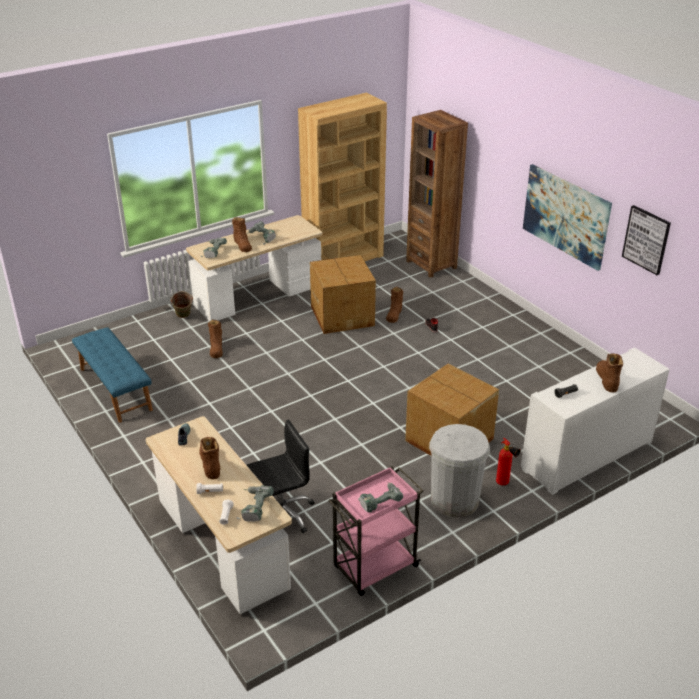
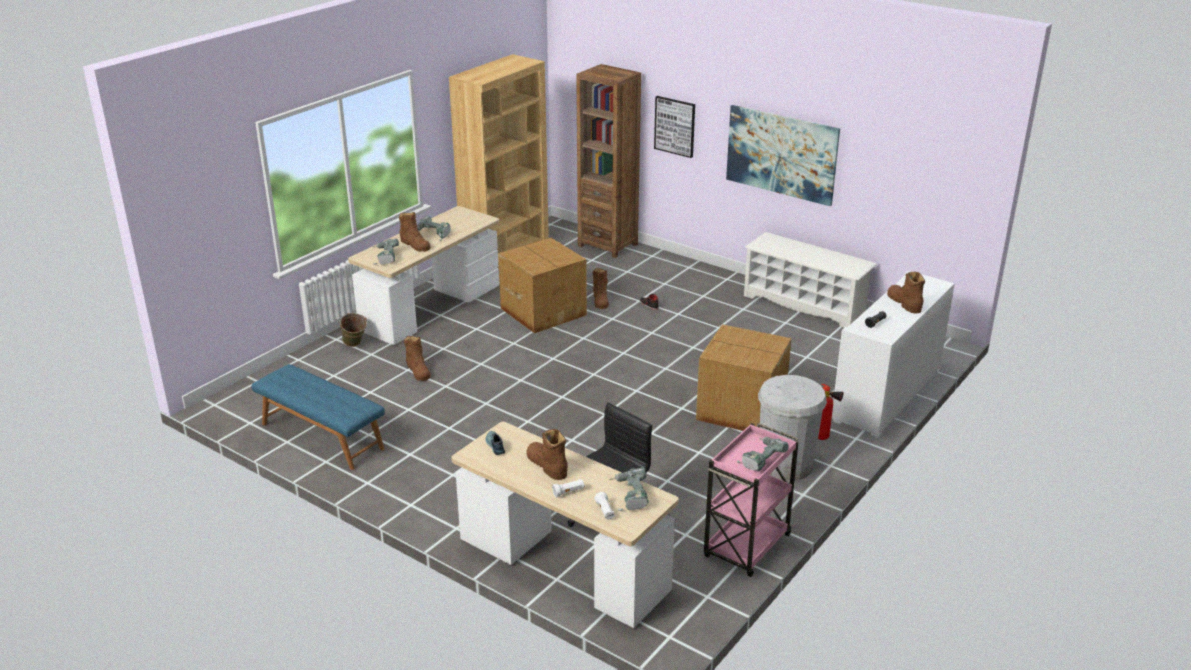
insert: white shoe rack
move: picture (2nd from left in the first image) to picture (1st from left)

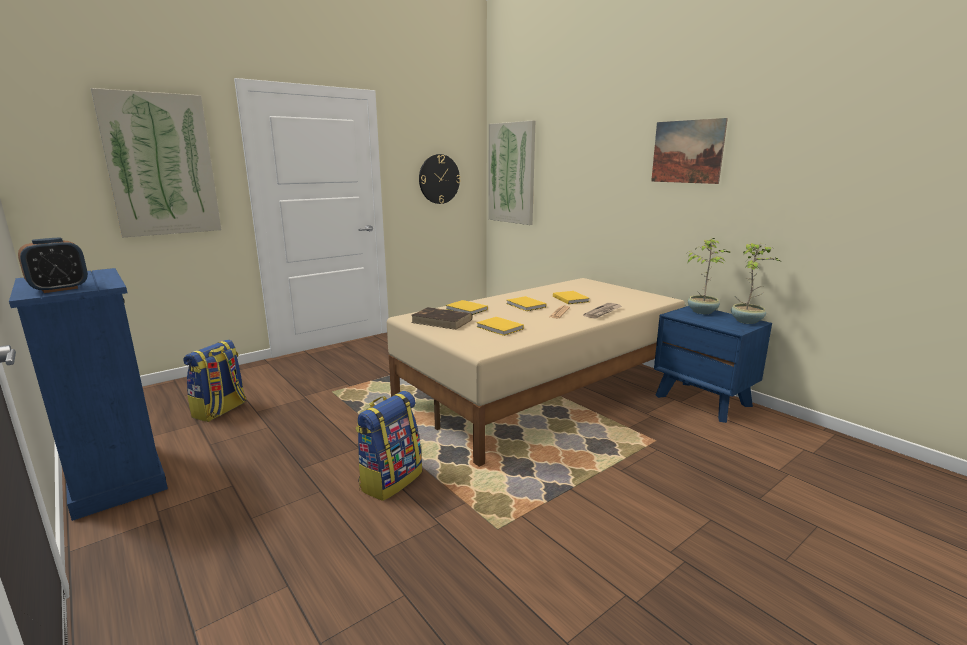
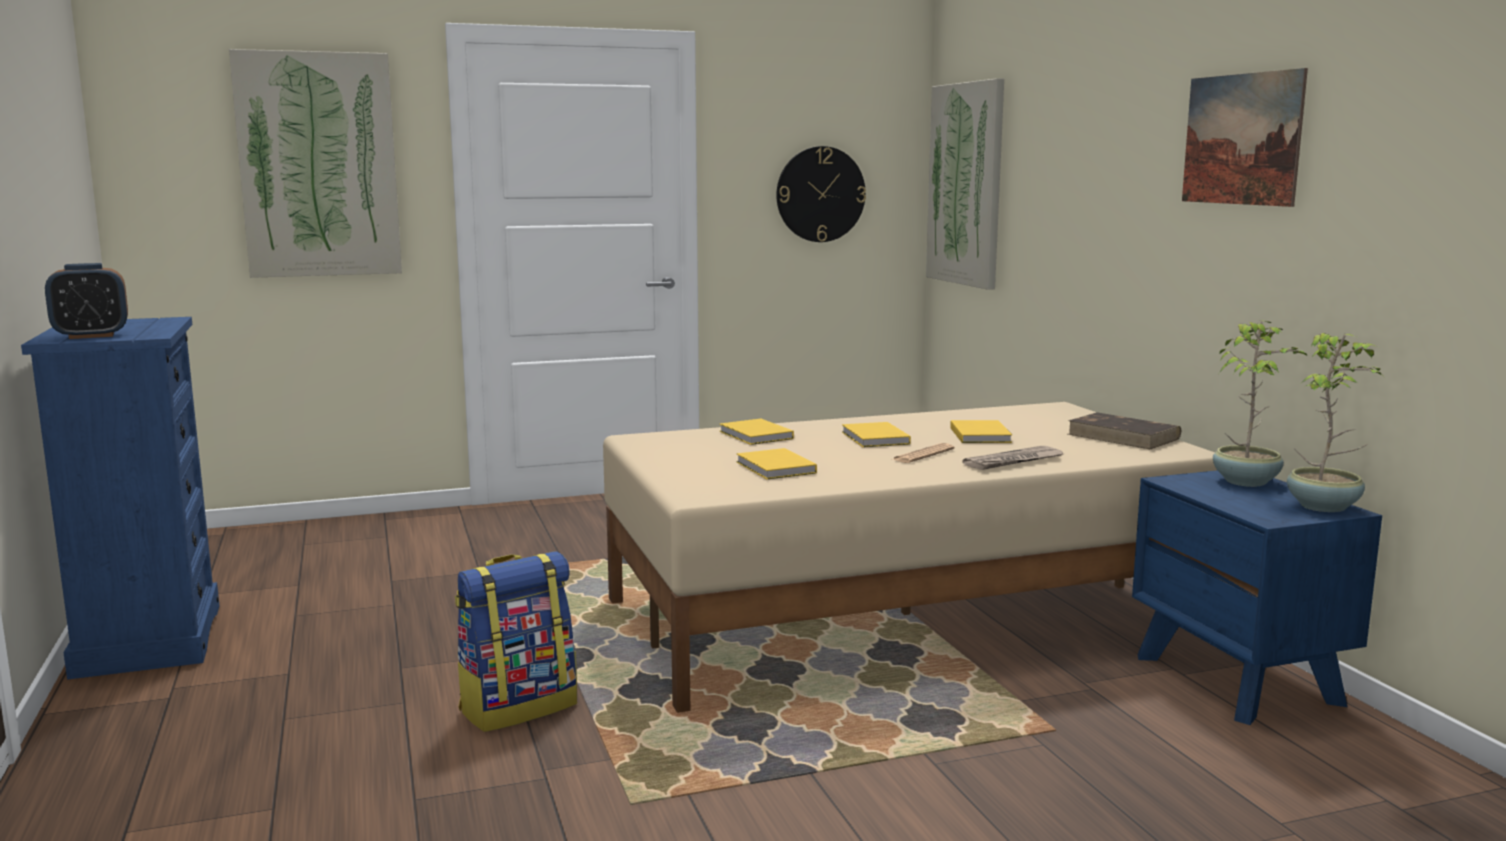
delete: backpack (1st from left)
move: brown book

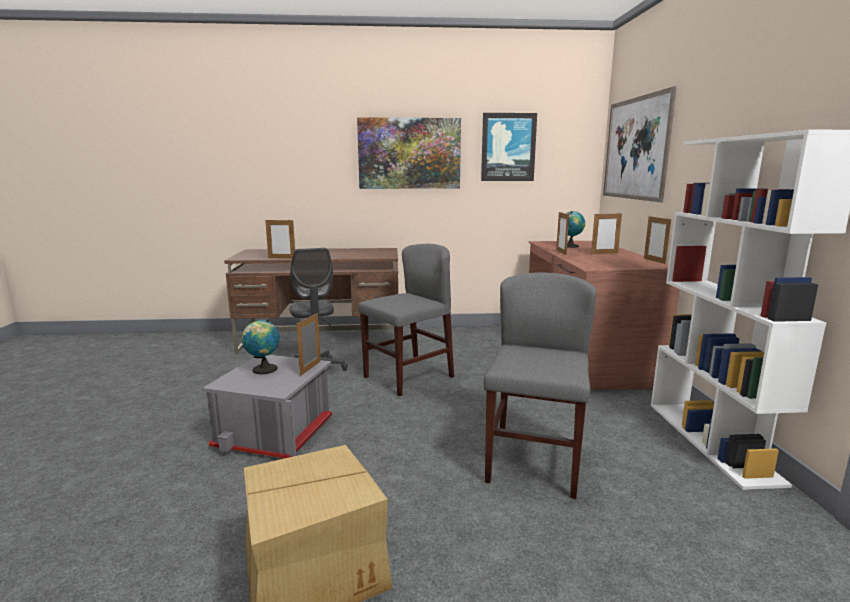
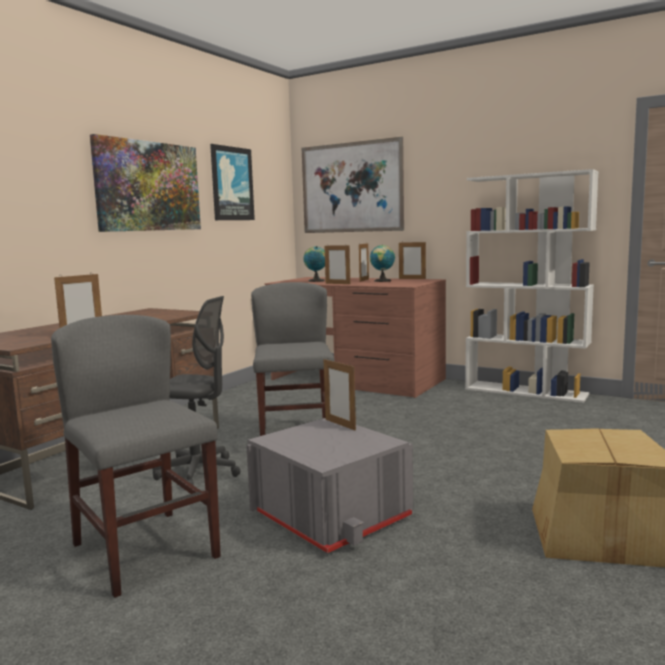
move: globe (1st from left in the first image) to globe (2nd from left); grey chair (2nd from left in the first image) to grey chair (1st from left)

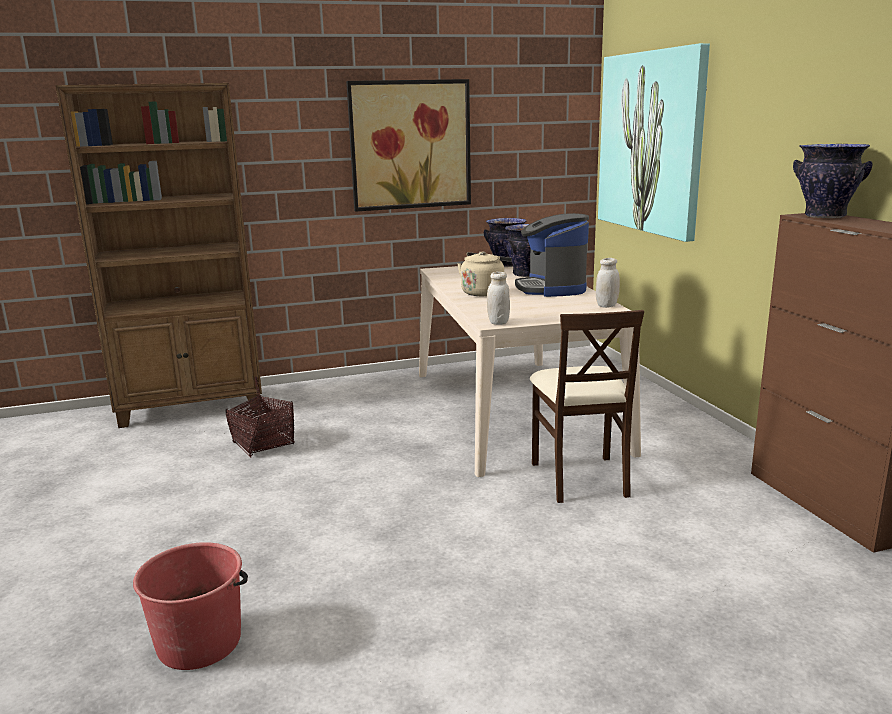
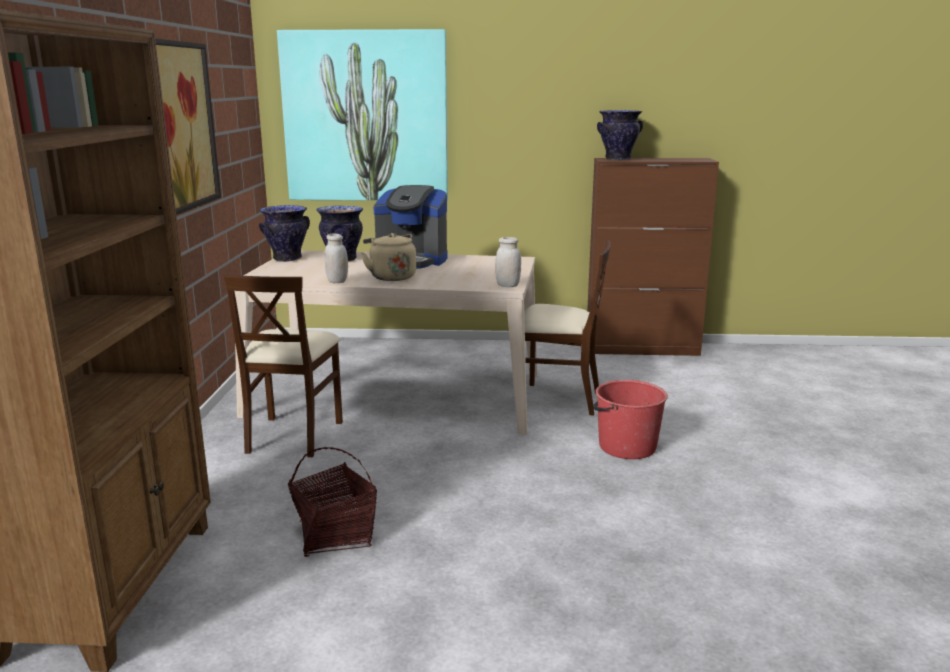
insert: beige chair (1st from left)
move: red bucket; white jar (2nd from left in the first image) to white jar (1st from left)

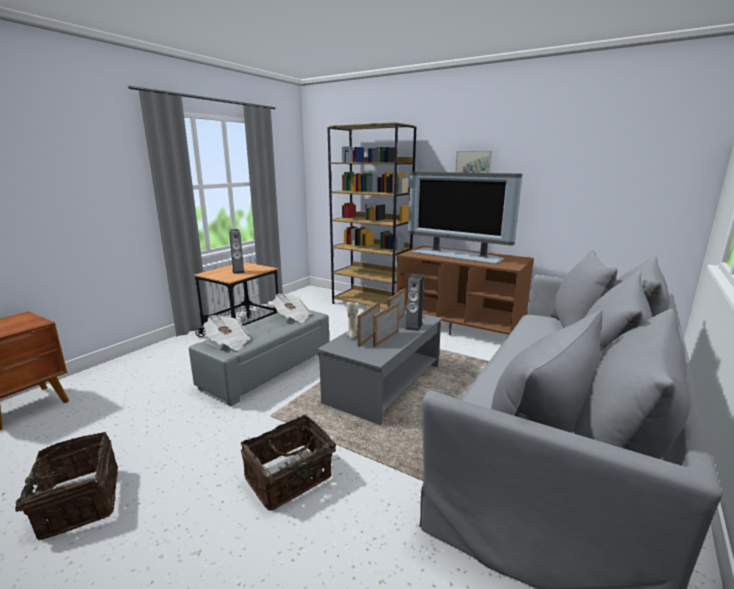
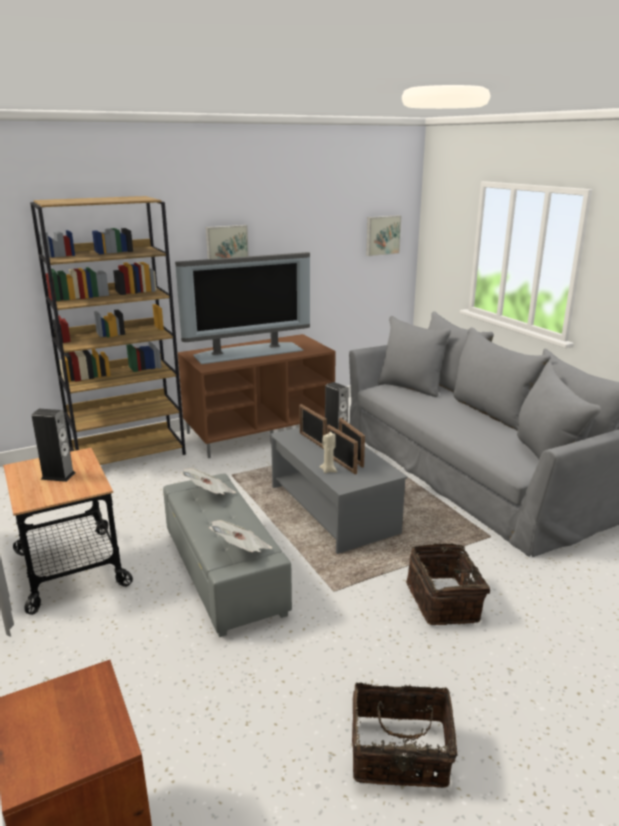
insert: picture (2nd from left)

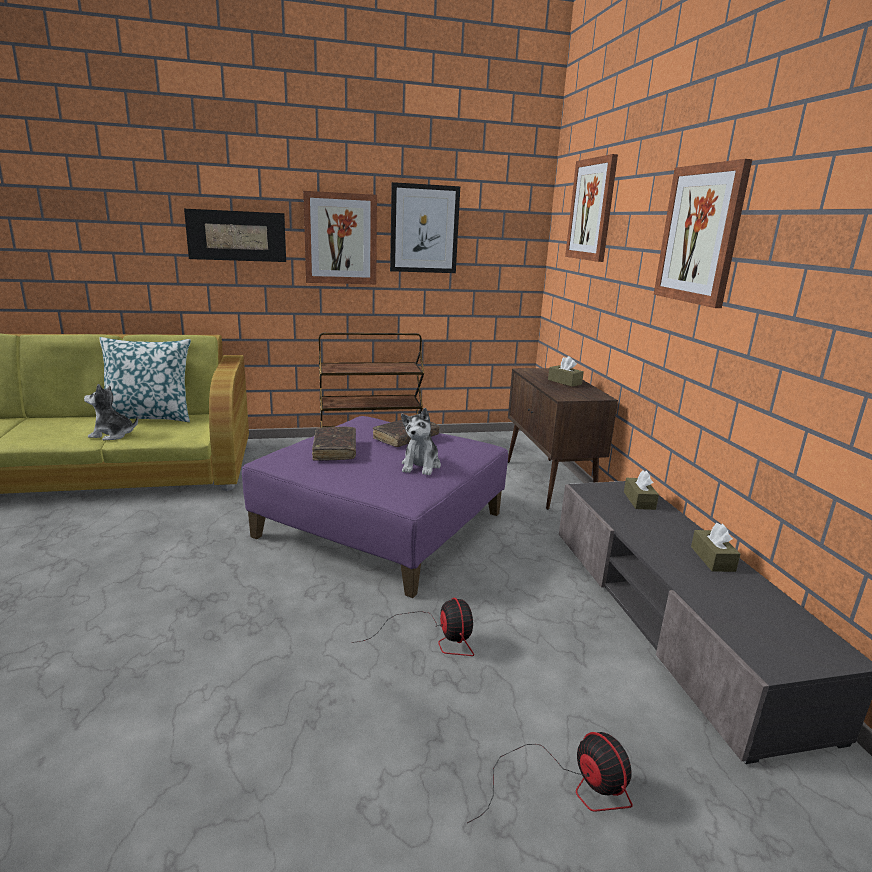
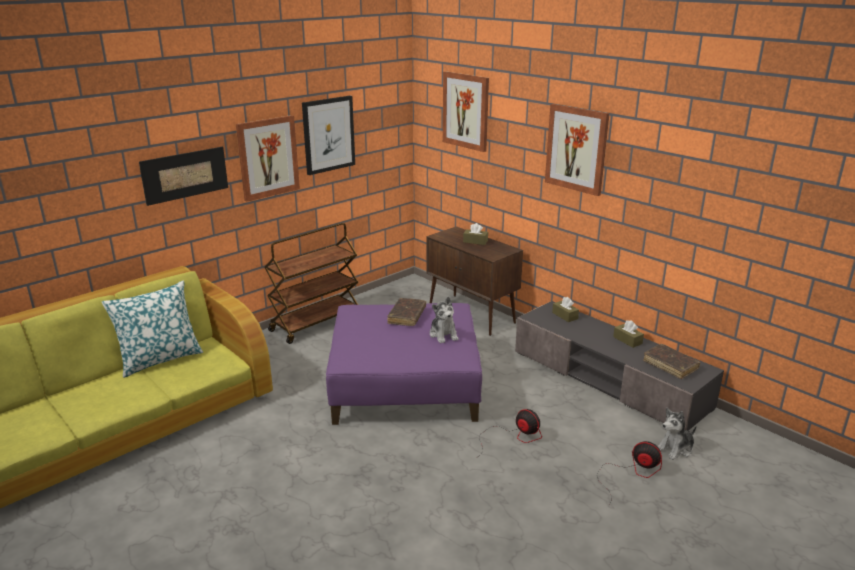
move: plush toy (1st from left in the first image) to plush toy (2nd from left); brown book (1st from left in the first image) to brown book (2nd from left)

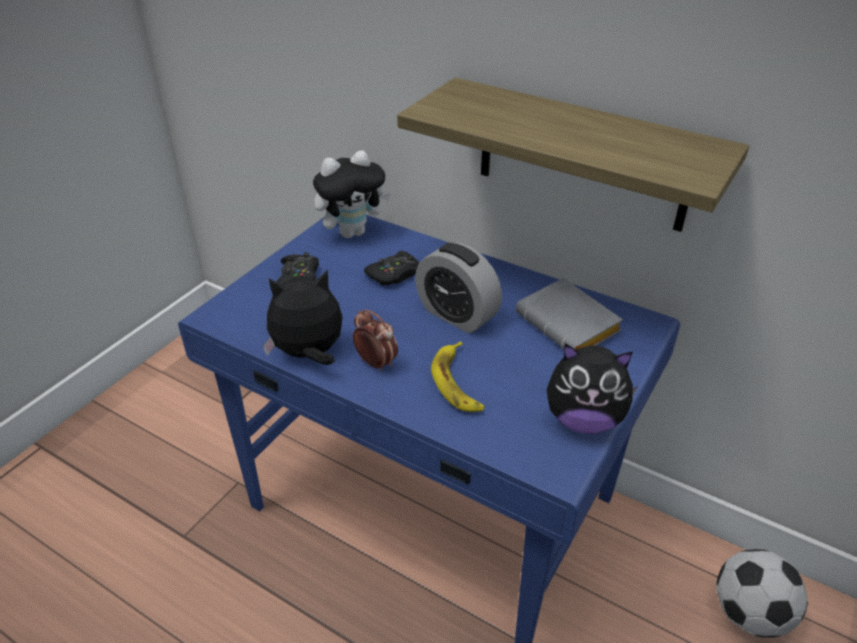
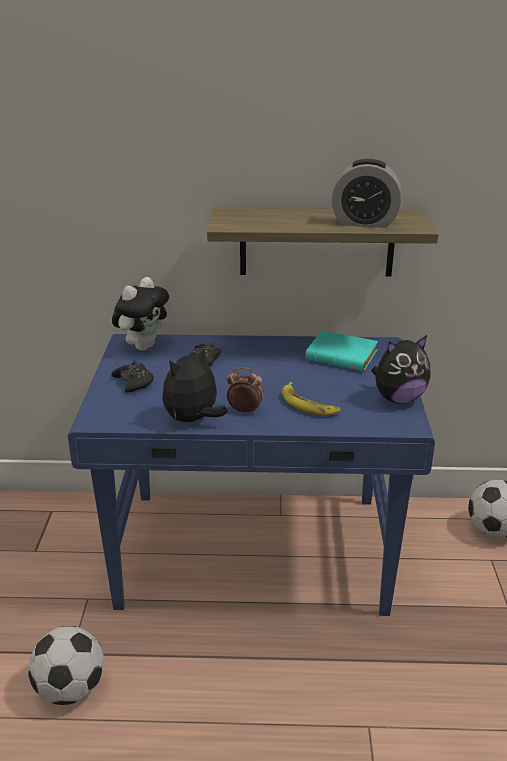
insert: football (1st from left)
move: alarm clock (2nd from left)
recolor: grey book to turquoise book

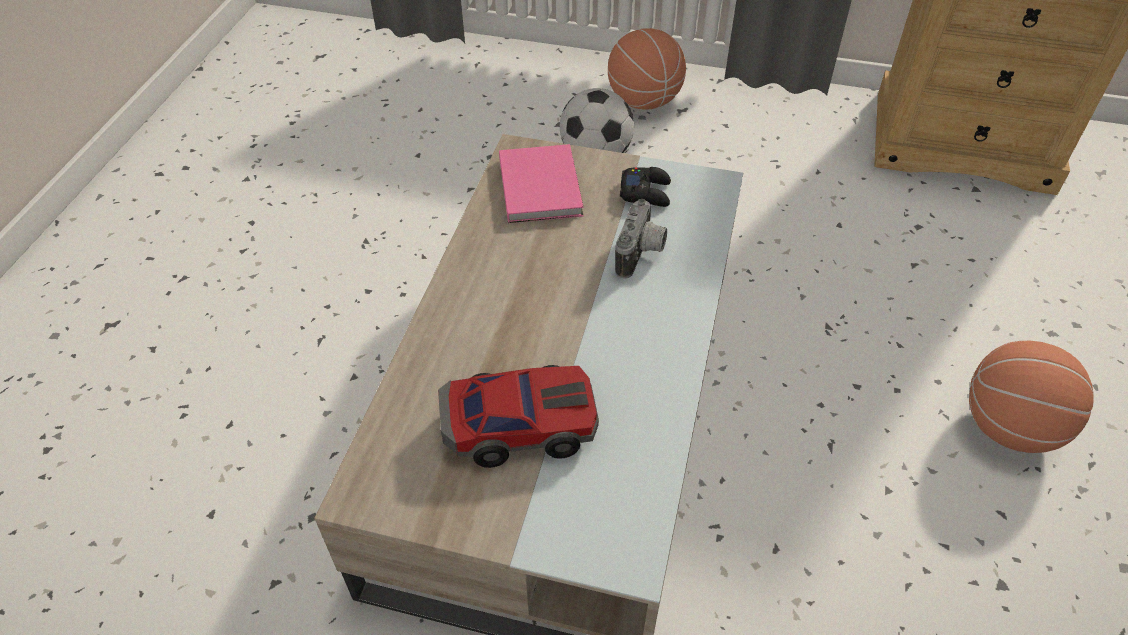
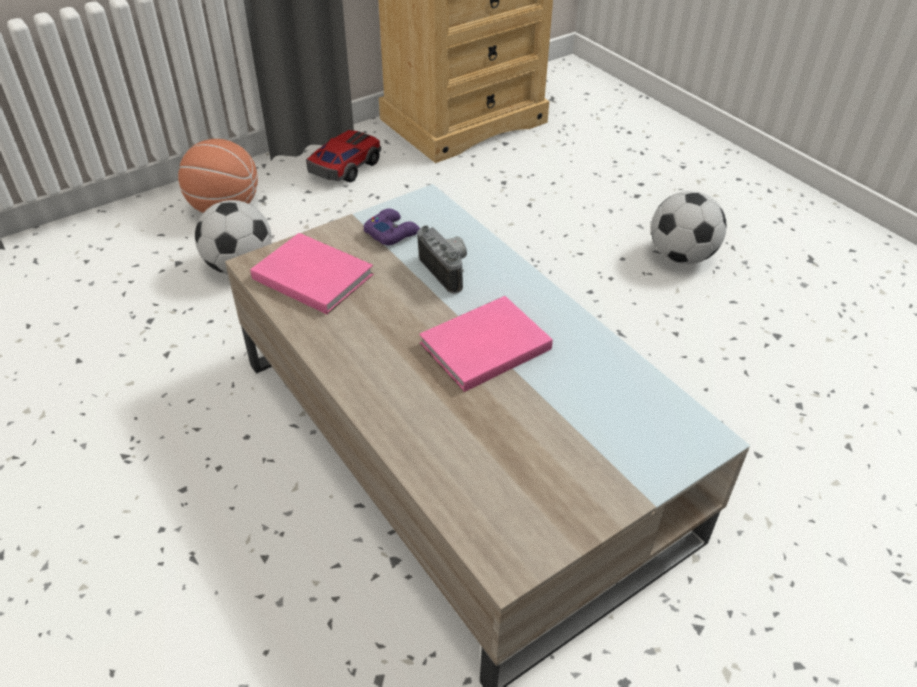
insert: pink book (2nd from left)
move: toy car
replace: basketball (2nd from left) to football (2nd from left)
recolor: black game controller to purple game controller

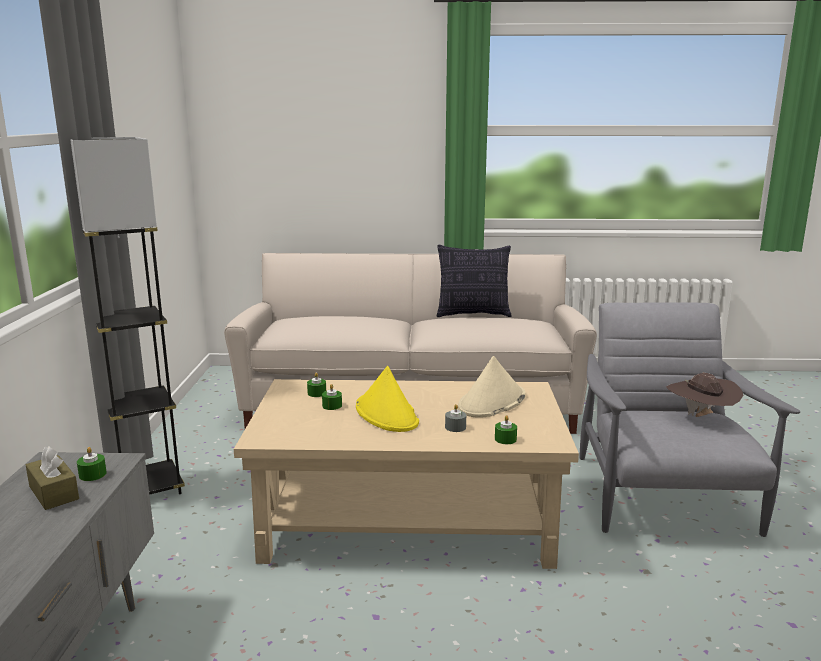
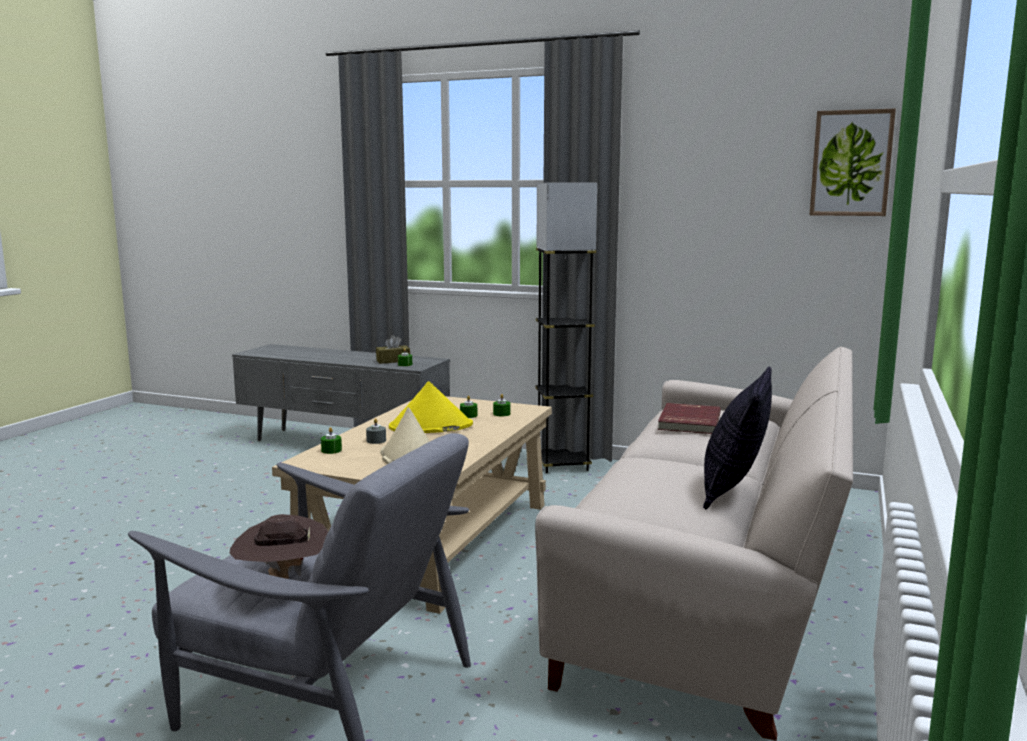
insert: red book; picture

